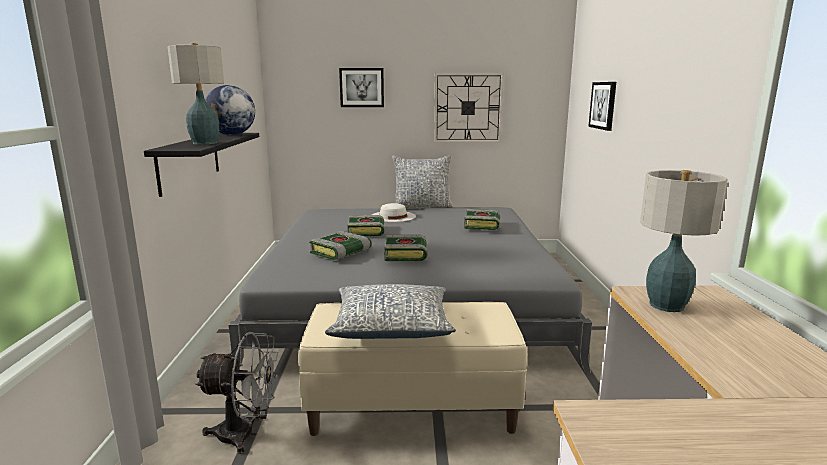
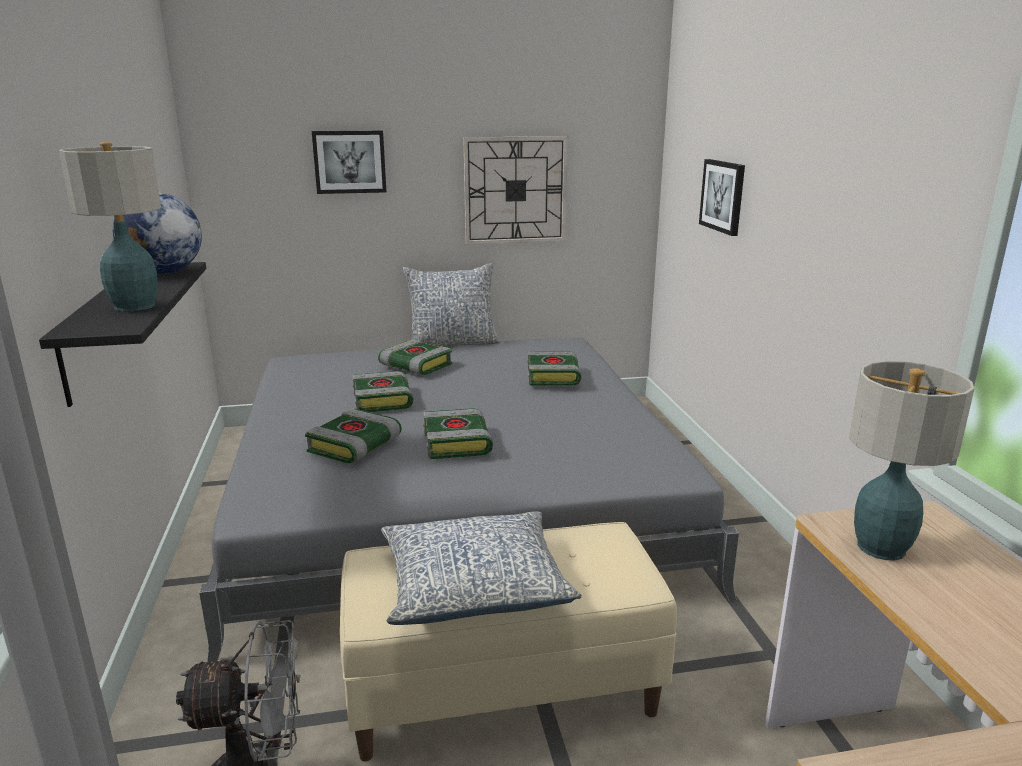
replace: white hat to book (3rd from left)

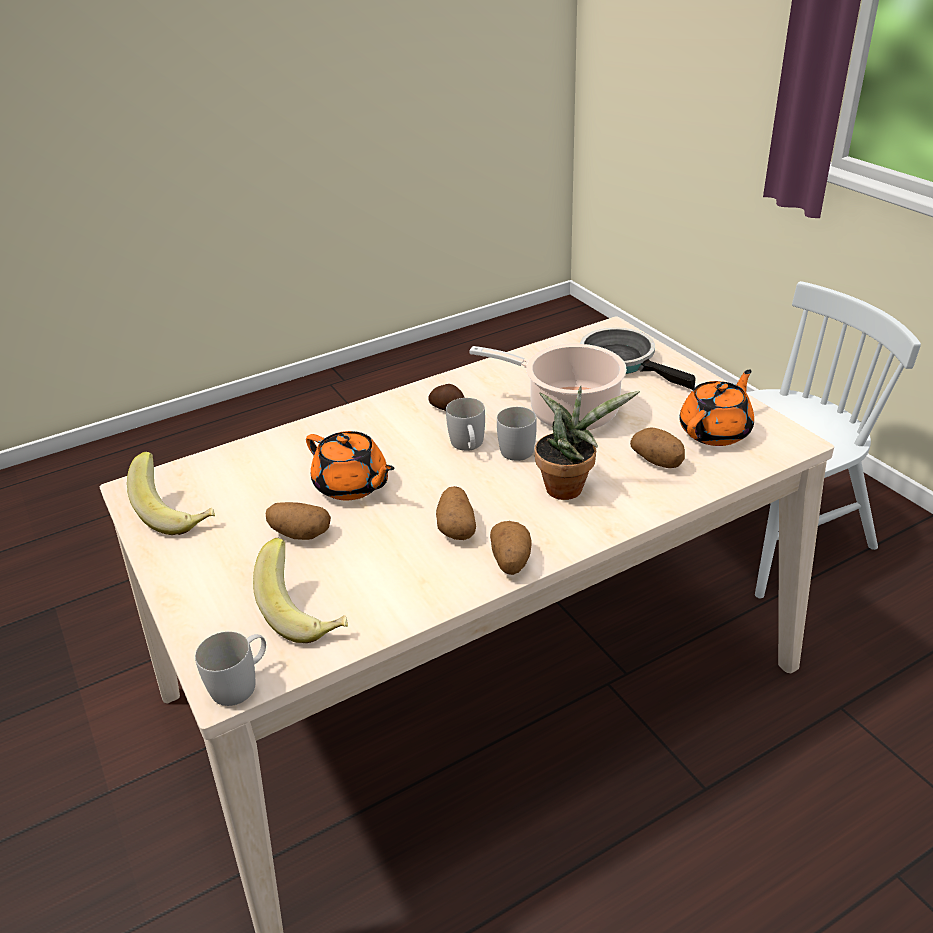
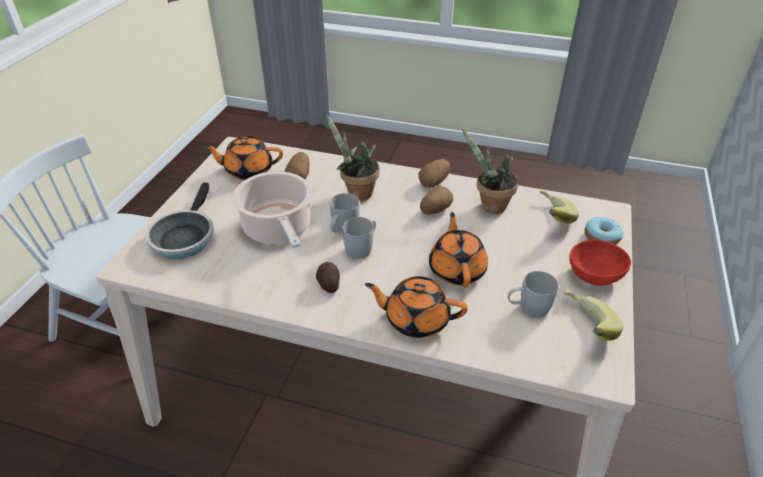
delete: potato (1st from left)
insert: orange teapot (2nd from left); potted plant (2nd from left); red bowl; donut
move: white mug (1st from left in the first image) to white mug (3rd from left)

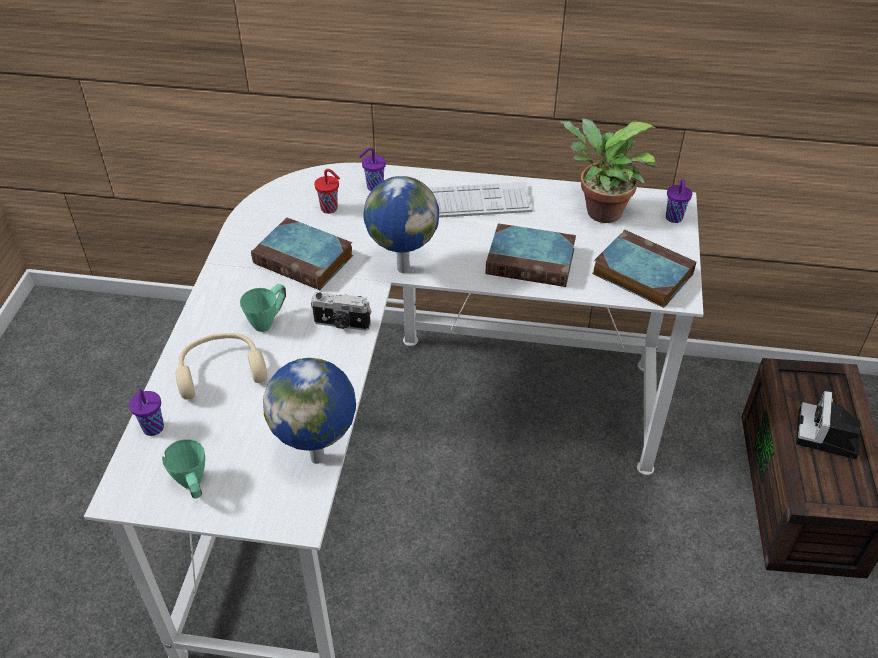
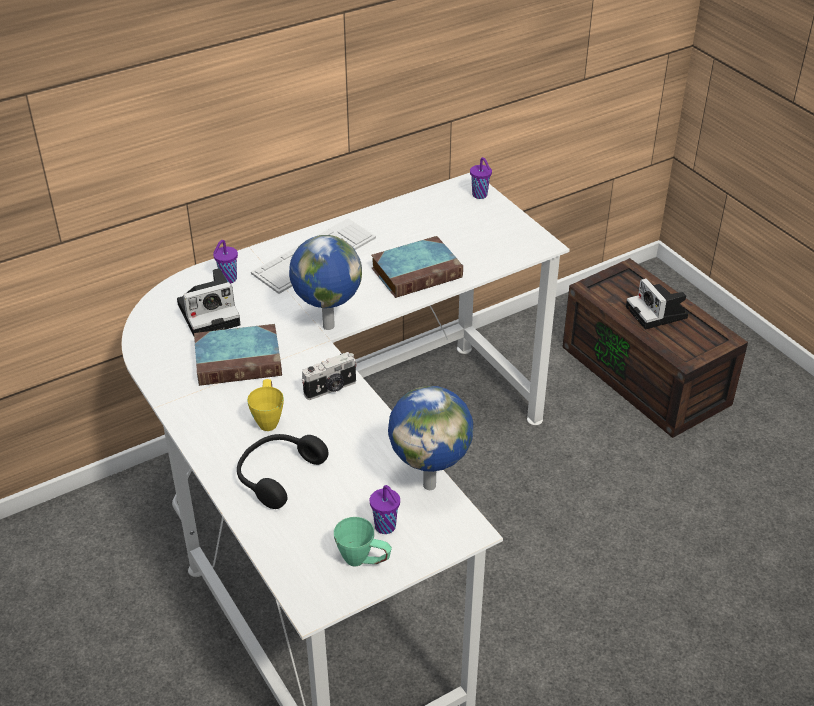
delete: potted plant; book (3rd from left)
move: purple cup (1st from left in the first image) to purple cup (2nd from left)
replace: red cup to photo camera (1st from left)
recolor: beige headphones to black headphones; green mug (2nd from left) to yellow mug

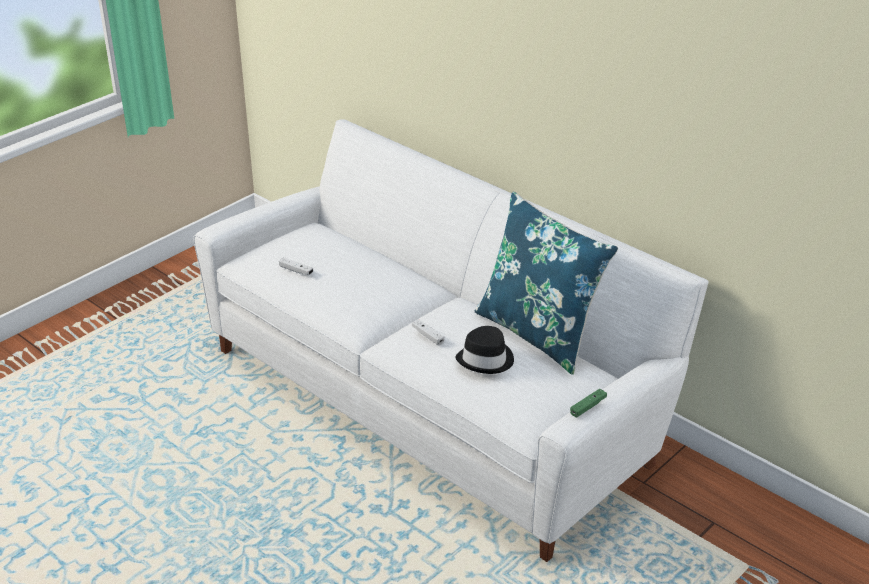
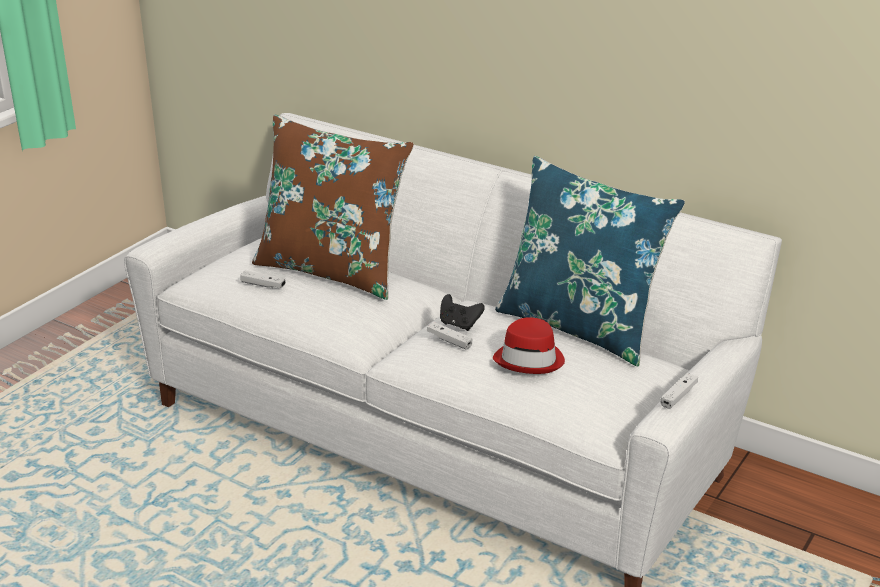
insert: brown pillow; black game controller
recolor: black hat to red hat; green game controller to white game controller (3rd from left)

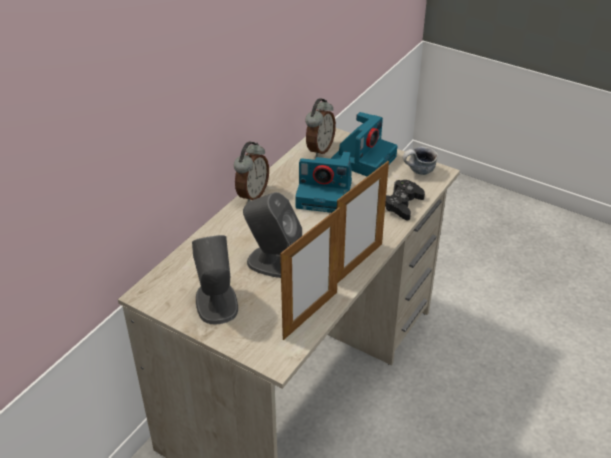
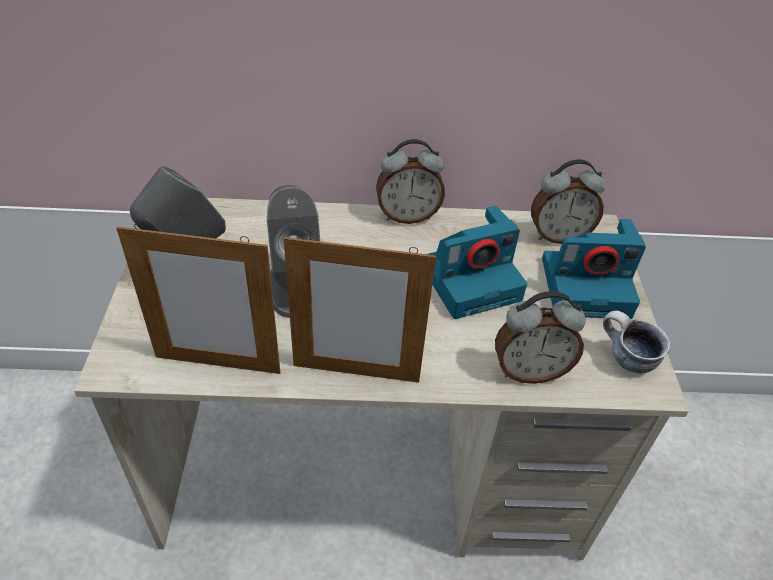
replace: black game controller to alarm clock (2nd from left)
rotate: photo camera (1st from left) 90 degrees counterclockwise

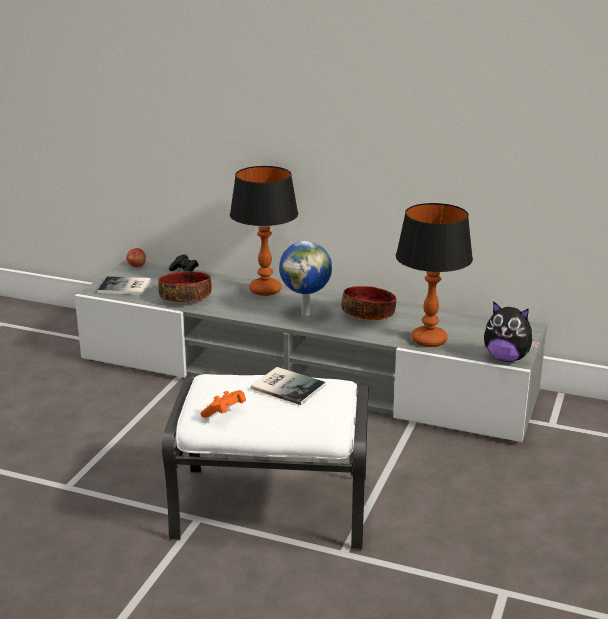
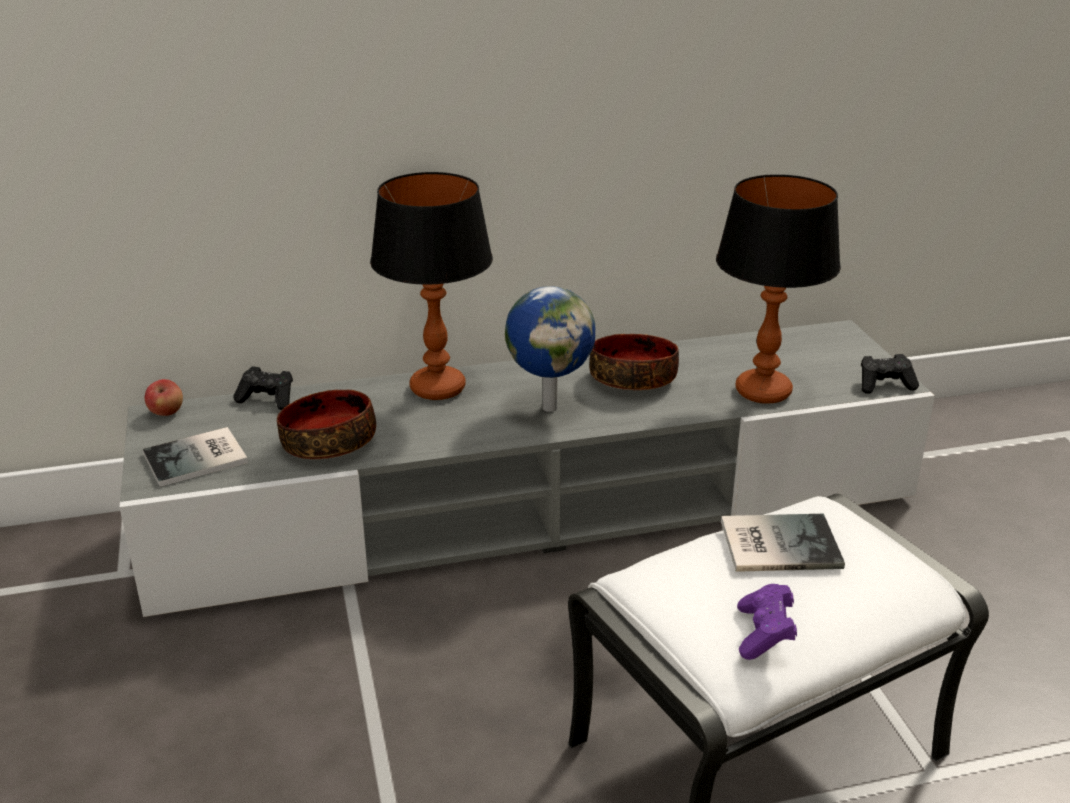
replace: plush toy to black game controller (2nd from left)
recolor: orange game controller to purple game controller

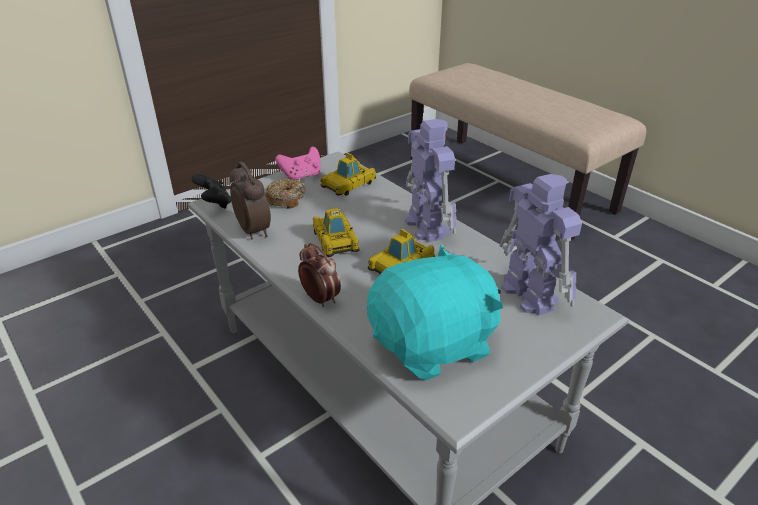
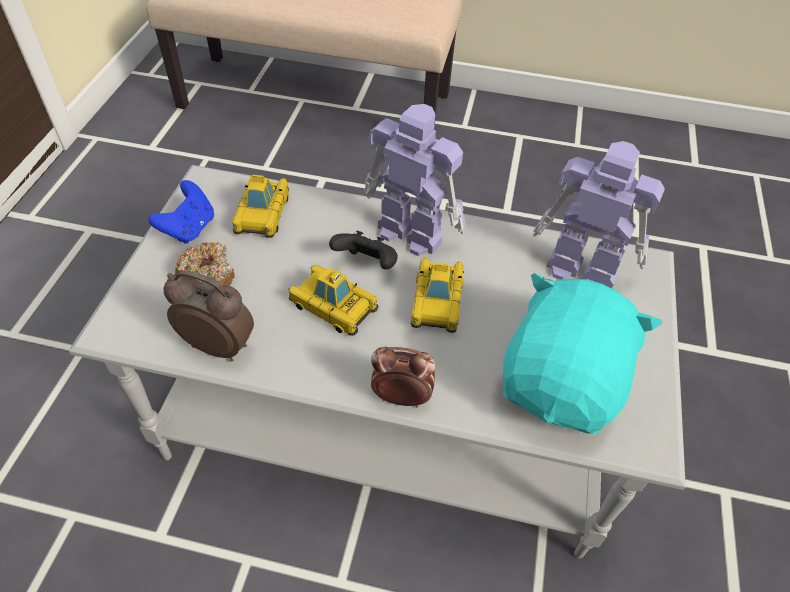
move: black game controller
recolor: pink game controller to blue game controller

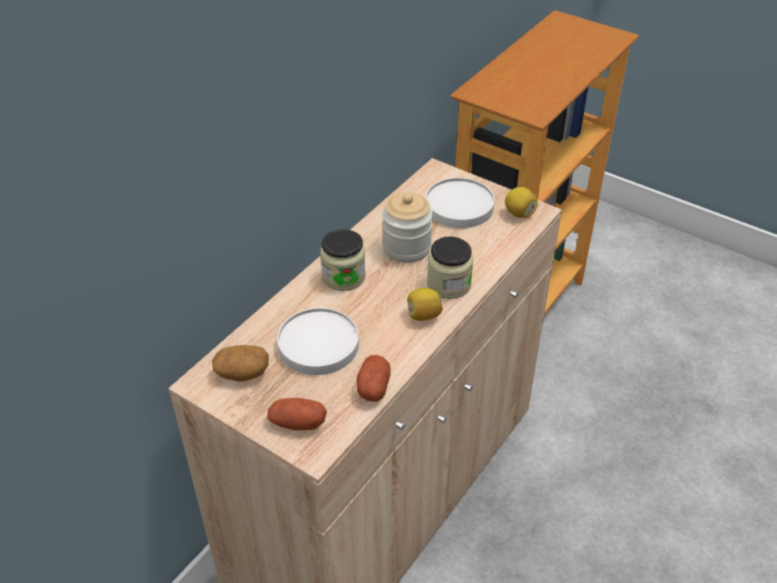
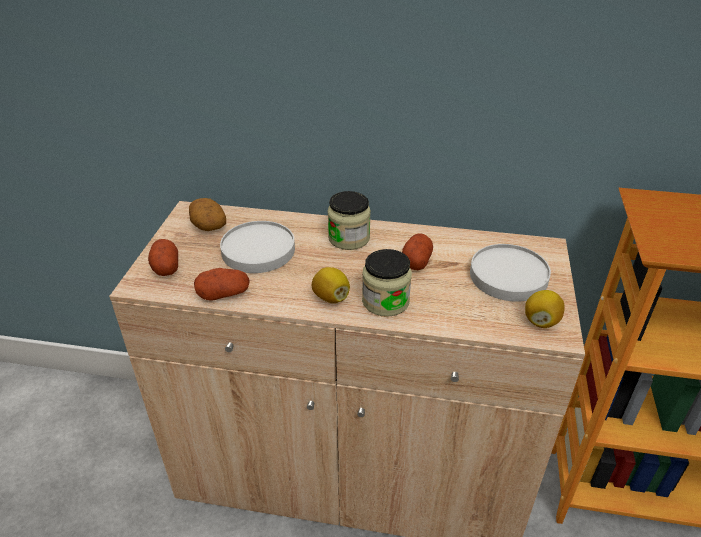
replace: jar (2nd from left) to potato (4th from left)

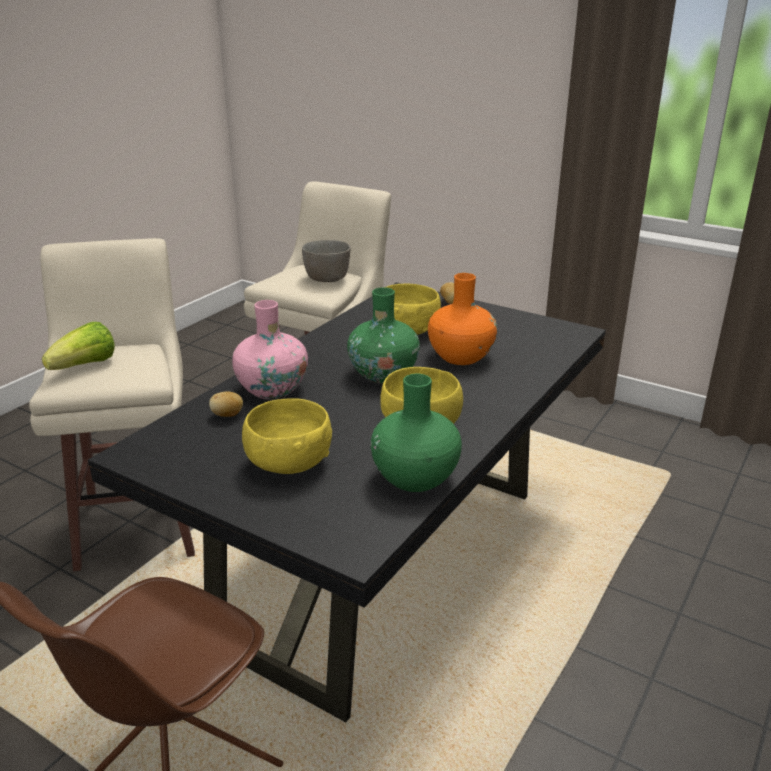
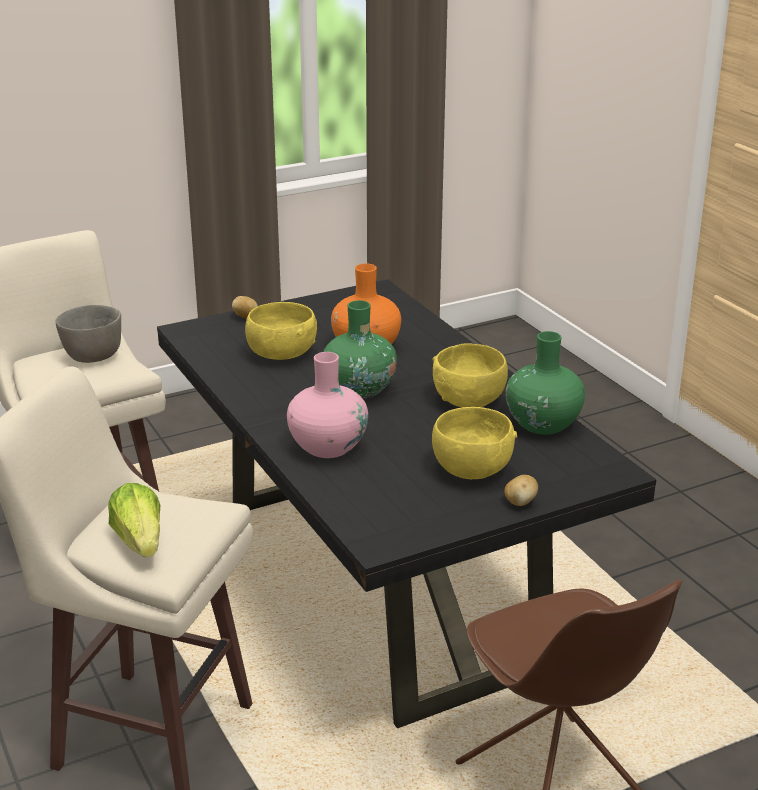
move: potato (1st from left in the first image) to potato (2nd from left)

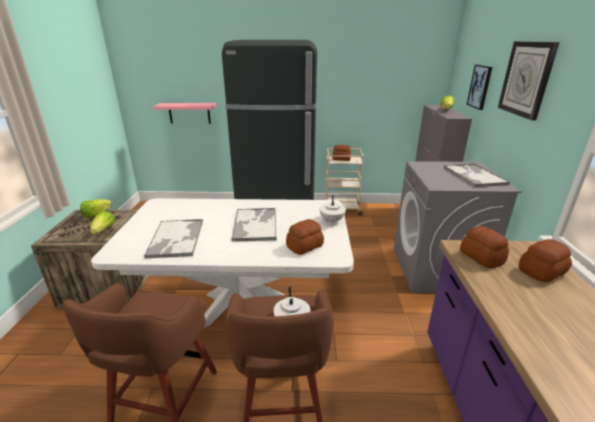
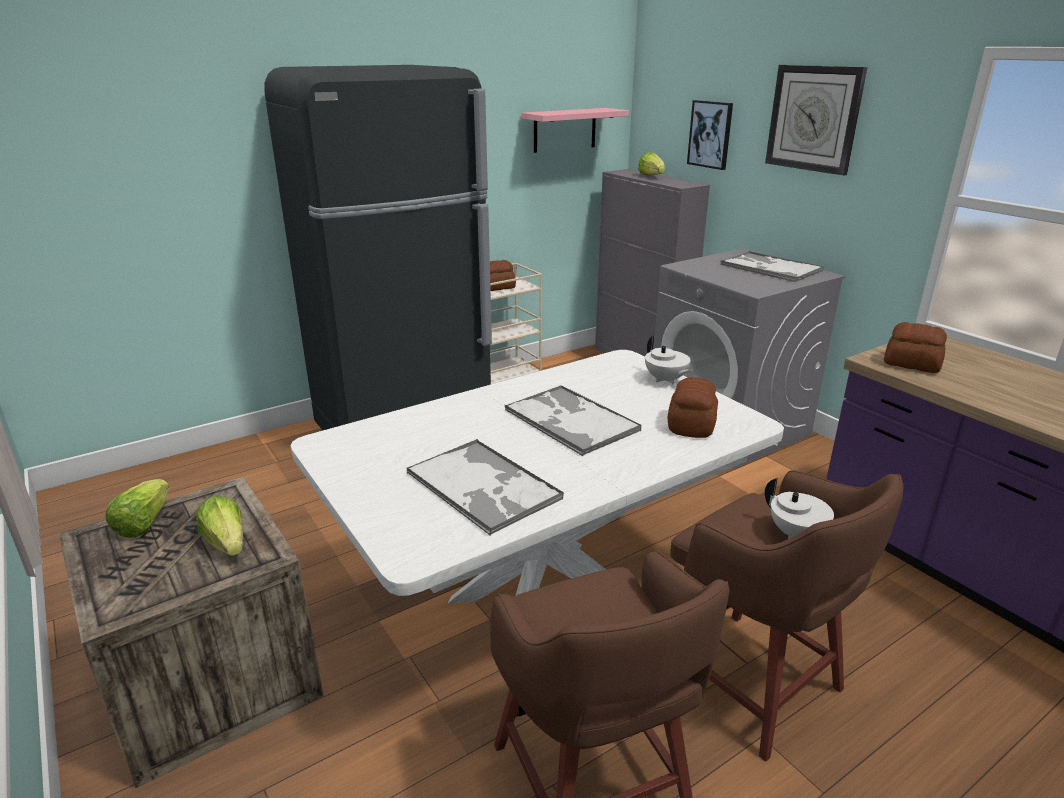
delete: bread (4th from left)
move: pink shelf

